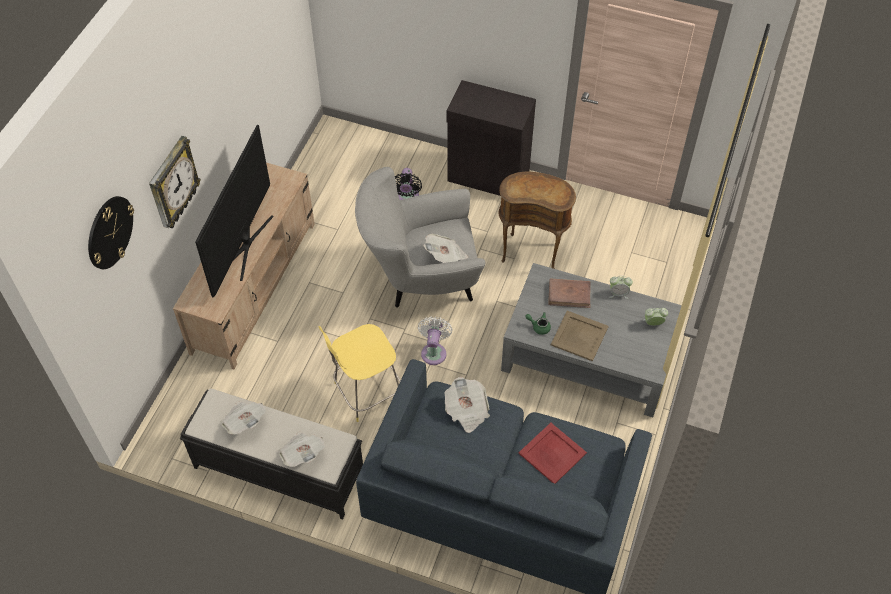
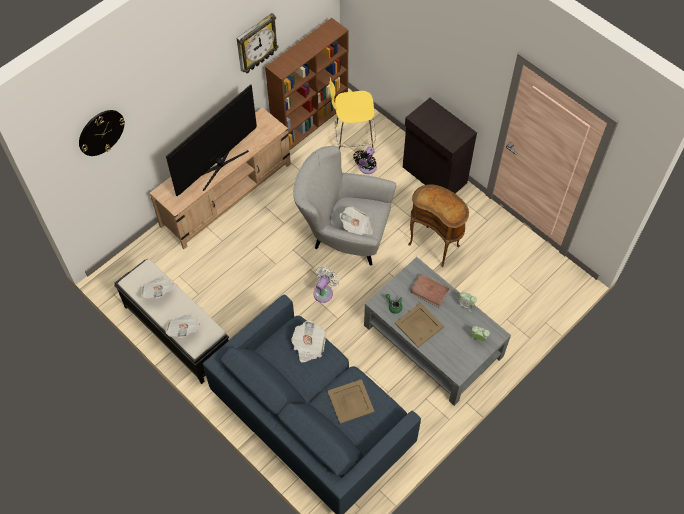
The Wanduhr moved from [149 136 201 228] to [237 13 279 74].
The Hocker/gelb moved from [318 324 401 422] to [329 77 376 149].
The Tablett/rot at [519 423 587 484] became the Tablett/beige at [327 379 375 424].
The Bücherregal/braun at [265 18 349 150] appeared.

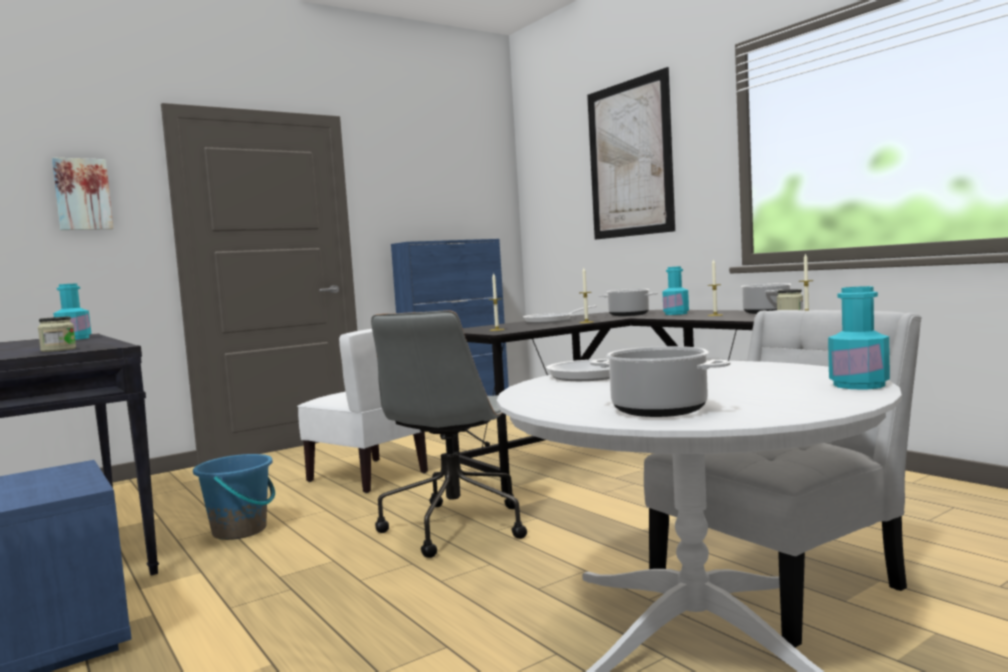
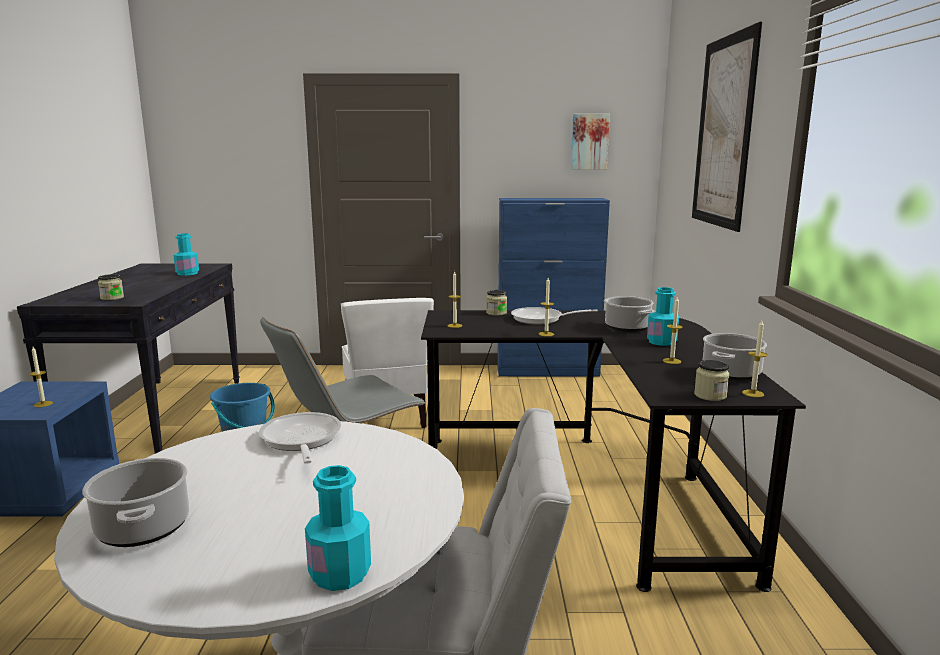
The Bild moved from [52 157 113 230] to [571 114 610 170].
The Kerze at [29 347 53 407] appeared.
The Vorratsglas at [486 290 507 316] appeared.

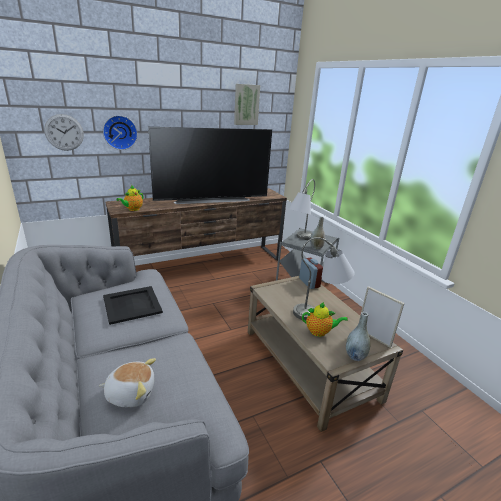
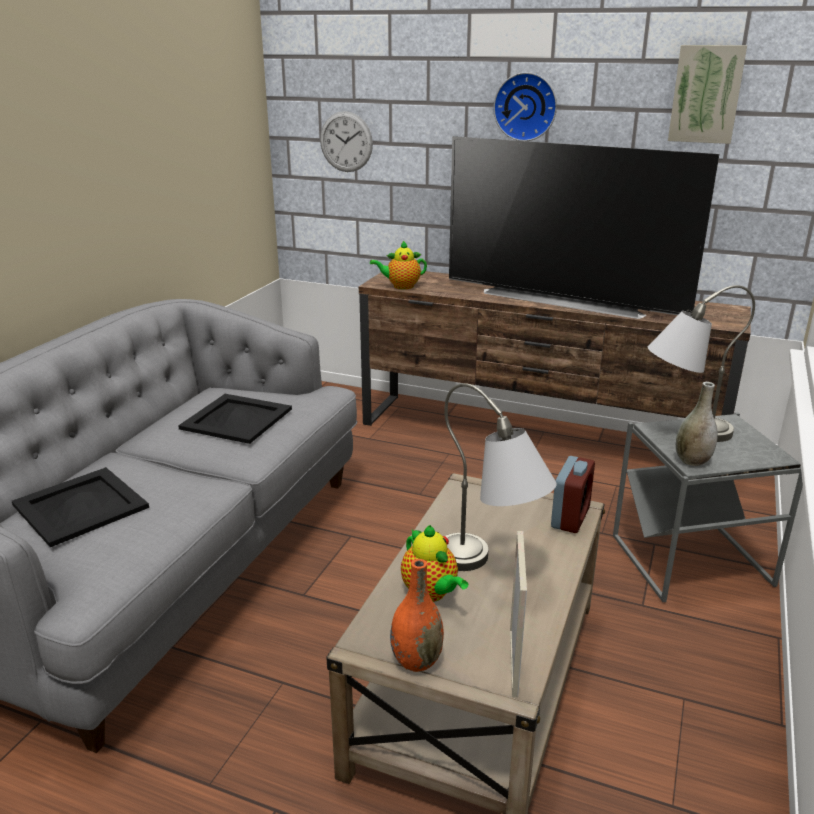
The Plüschtier at [99 358 156 407] was replaced by the Tablett/schwarz at [12 467 149 547].
The Wanduhr moved from [103 115 138 150] to [493 72 557 141].
The Vase/grau at [346 312 371 361] became the Vase/orange at [390 559 444 672].

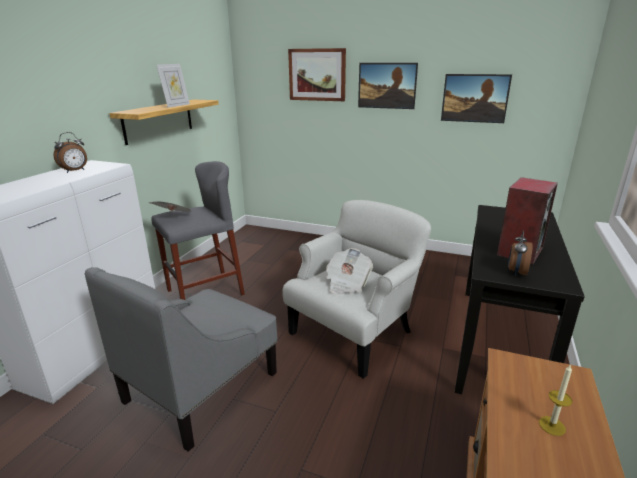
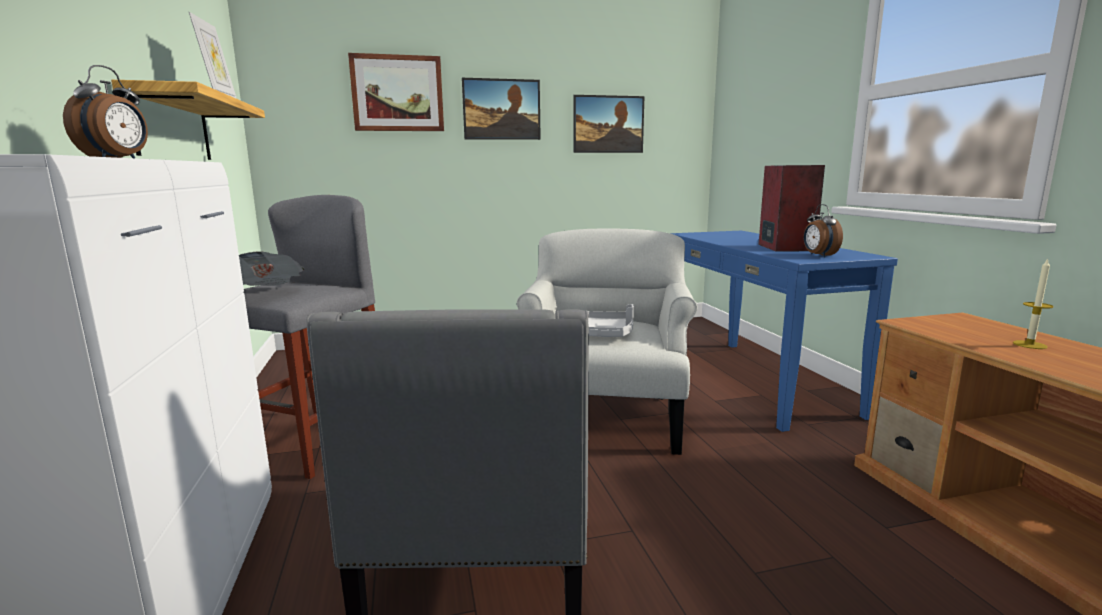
The Zeitung at [326 248 373 294] was replaced by the Tablett/grau at [588 304 634 337].
The Konsolentisch/schwarz at [455 205 585 394] became the Konsolentisch/blau at [670 231 898 432].

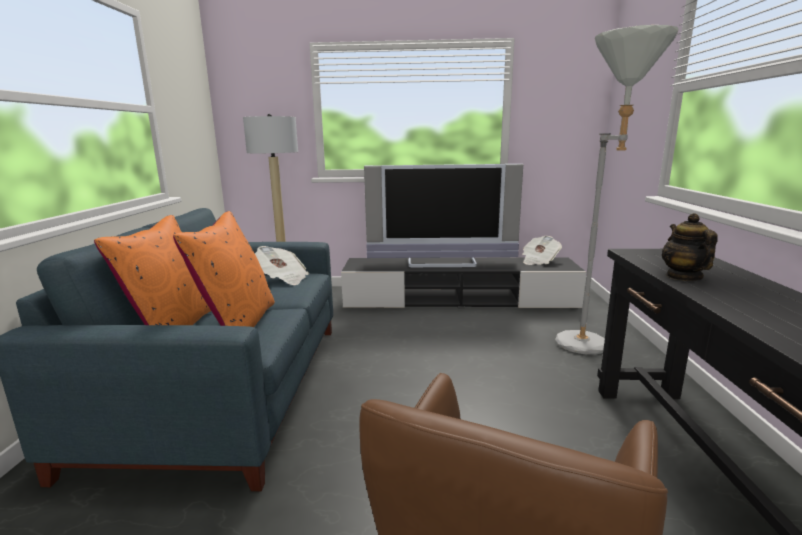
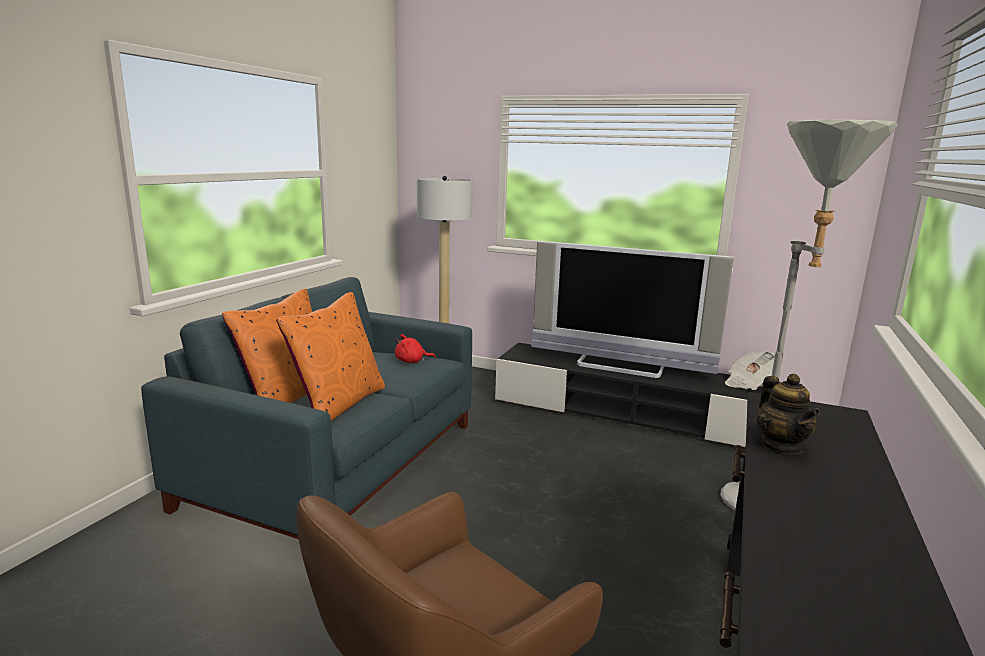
The Zeitung at [255 246 309 285] was replaced by the Plüschtier/rot at [395 334 436 363].
The Teekanne at [662 213 718 281] turned 150 degrees clockwise.

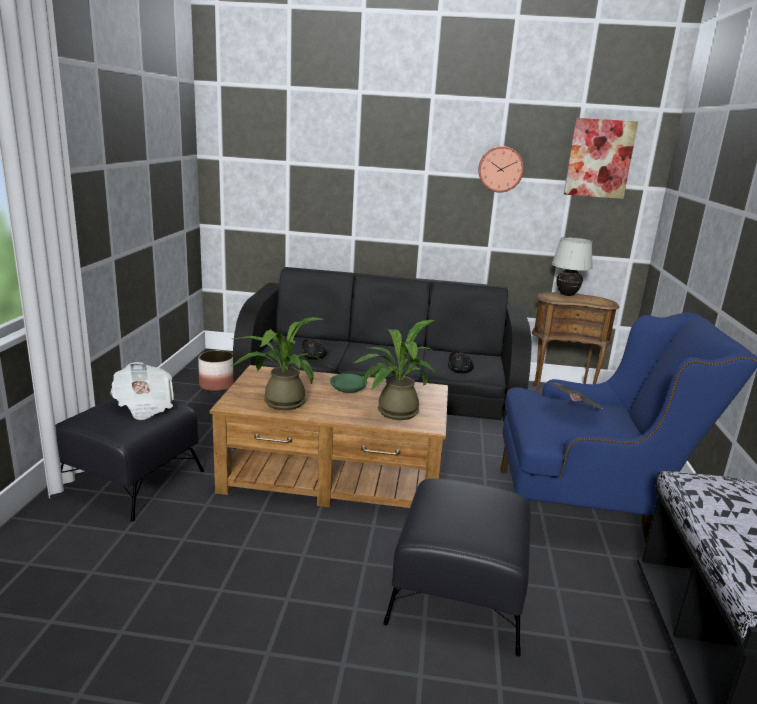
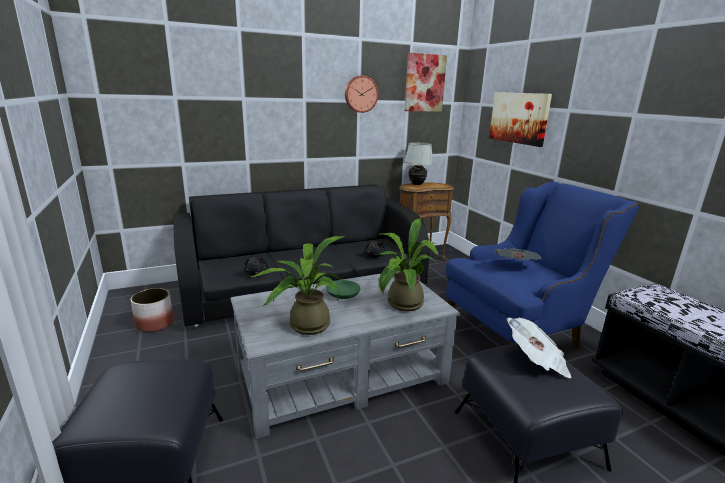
The Zeitung moved from [110 362 174 420] to [507 317 572 378].
The Couchtisch/braun at [210 365 448 508] became the Couchtisch/grau at [231 270 460 439].
The Bild at [489 92 552 147] appeared.

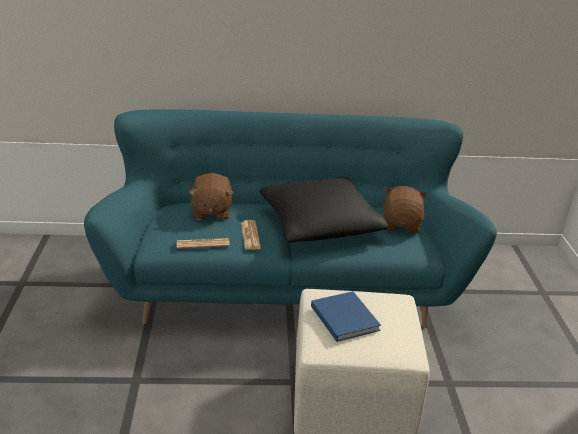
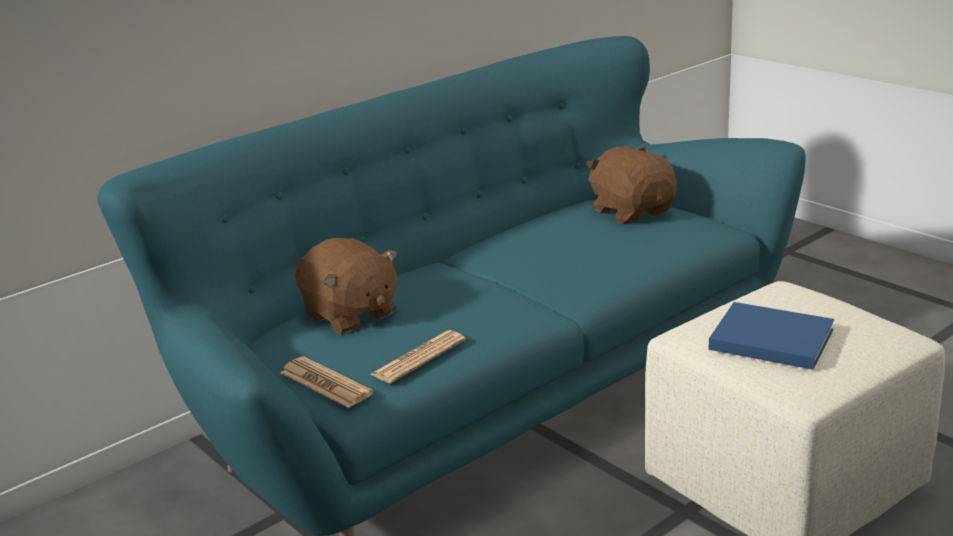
The Zeitung moved from [241 220 261 250] to [281 357 373 408].
The Kissen/schwarz at [259 176 388 243] disappeared.

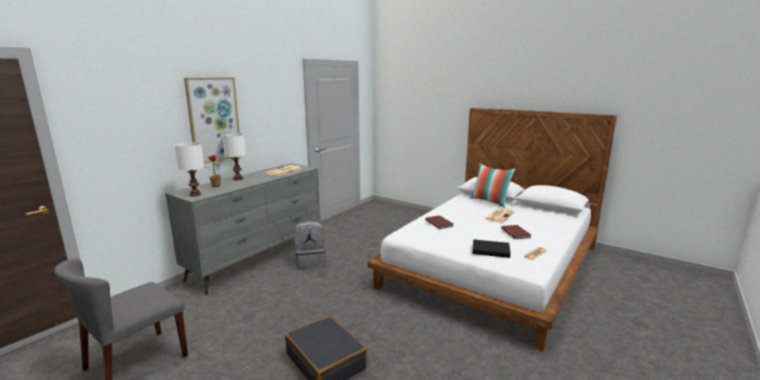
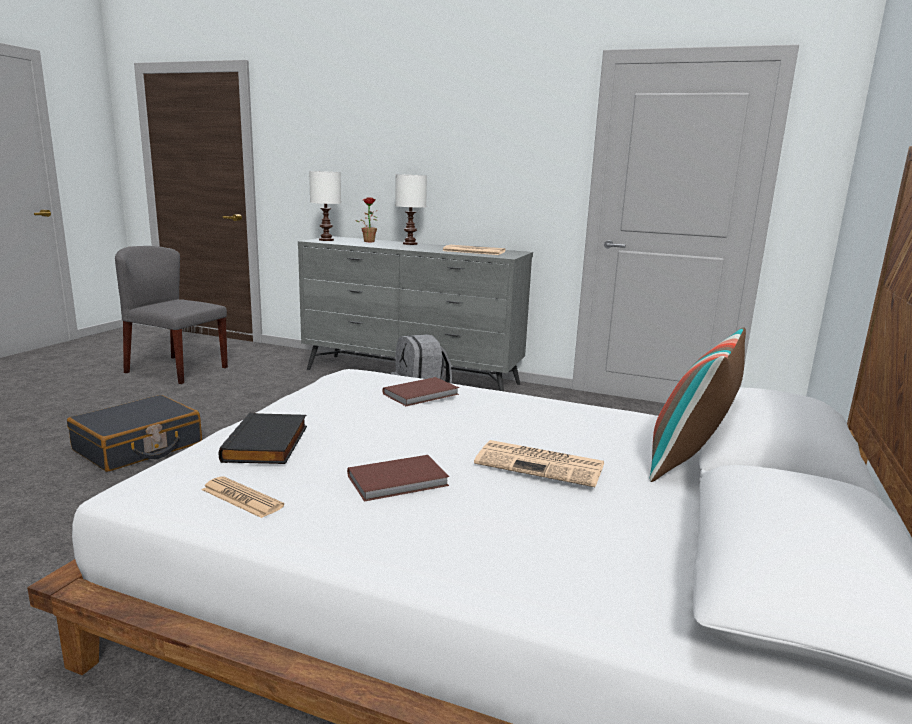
The Bild at [184 77 242 164] disappeared.

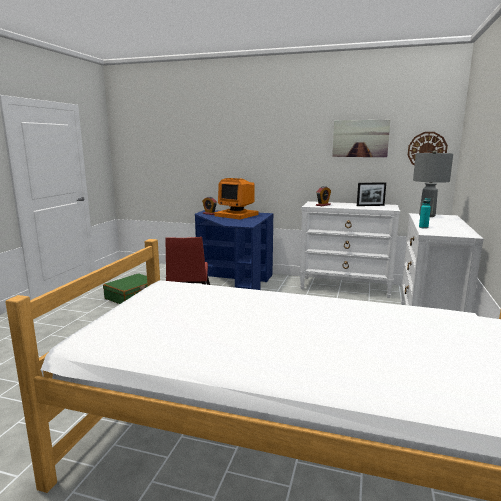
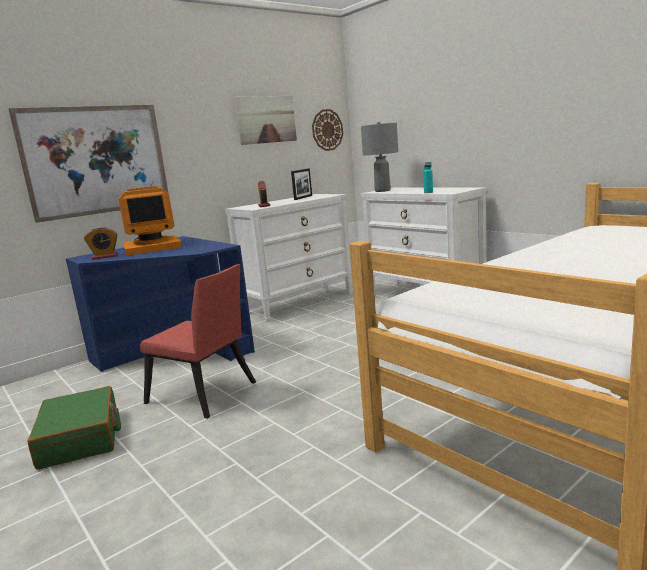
The Bild at [8 105 168 223] appeared.

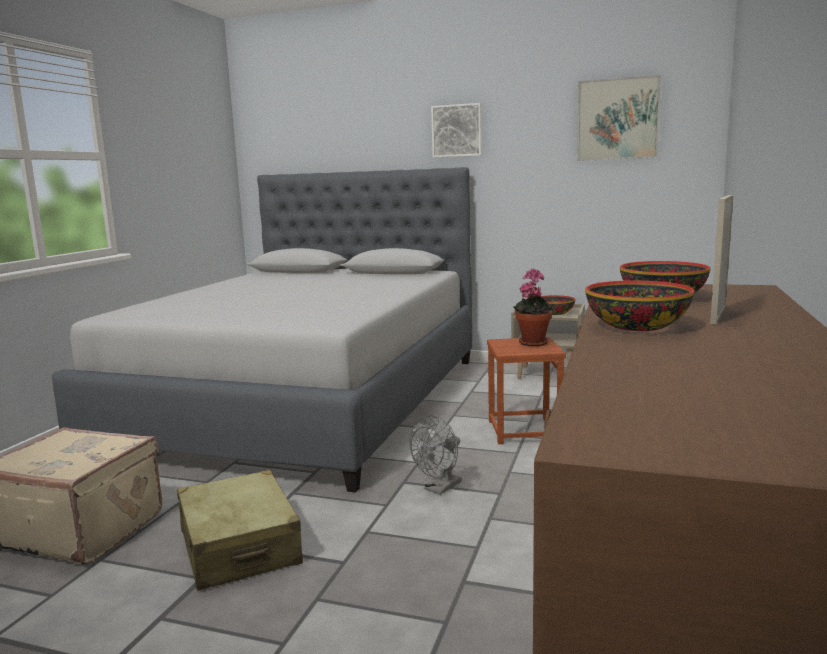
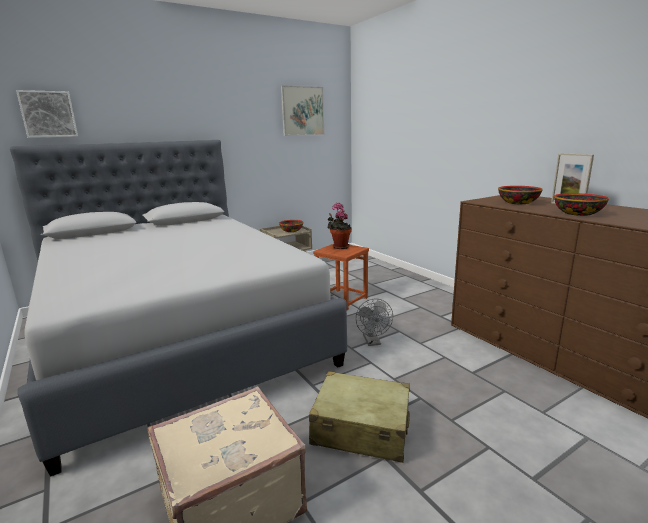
The Bild moved from [431 103 482 158] to [16 90 78 138].

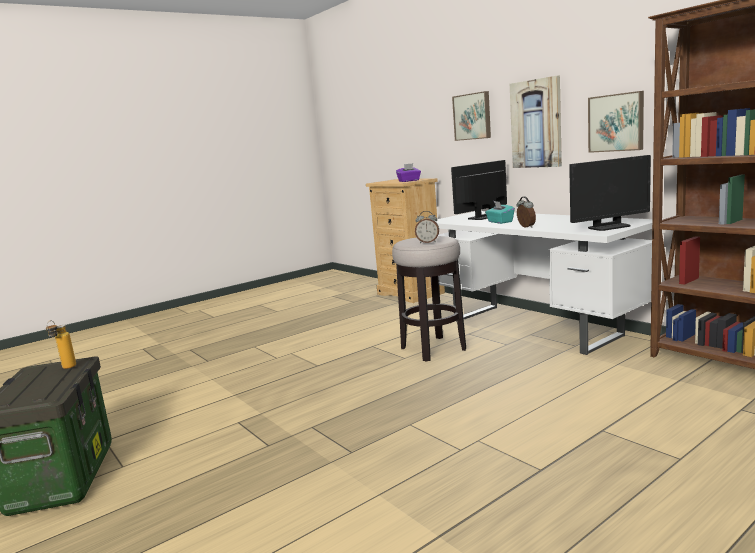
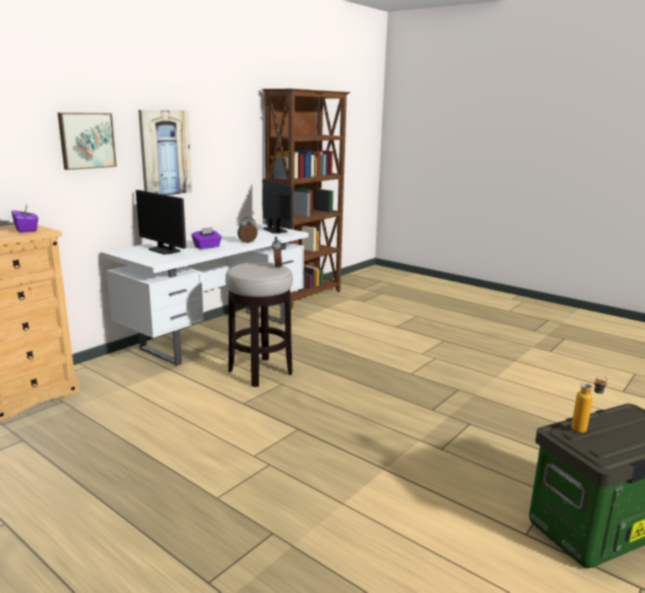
The Taschentuchbox/türkis at [485 201 515 224] became the Taschentuchbox/lila at [191 227 222 249].
The Bild at [588 91 644 153] disappeared.

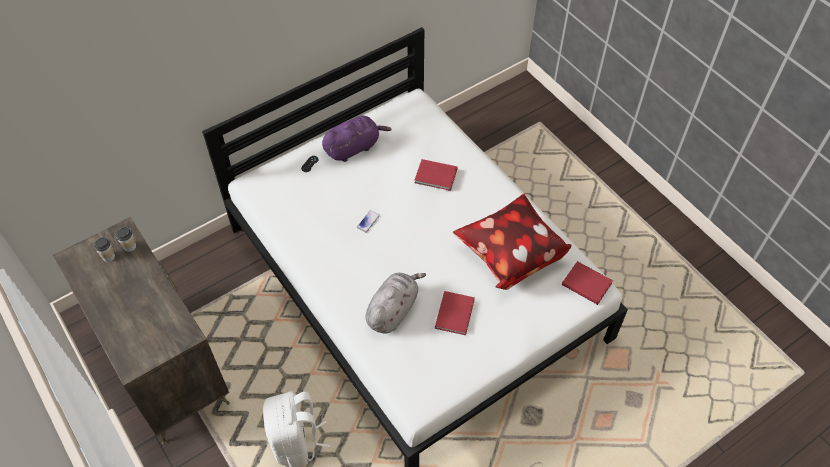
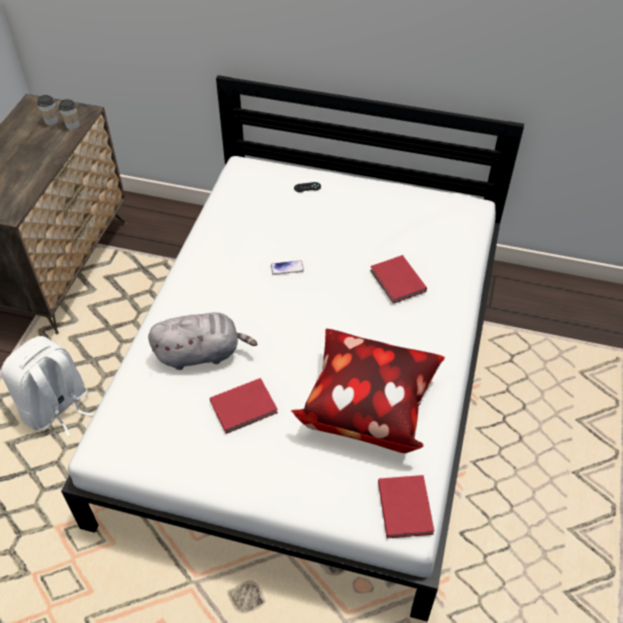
The Plüschtier/lila at [322 116 392 162] disappeared.

